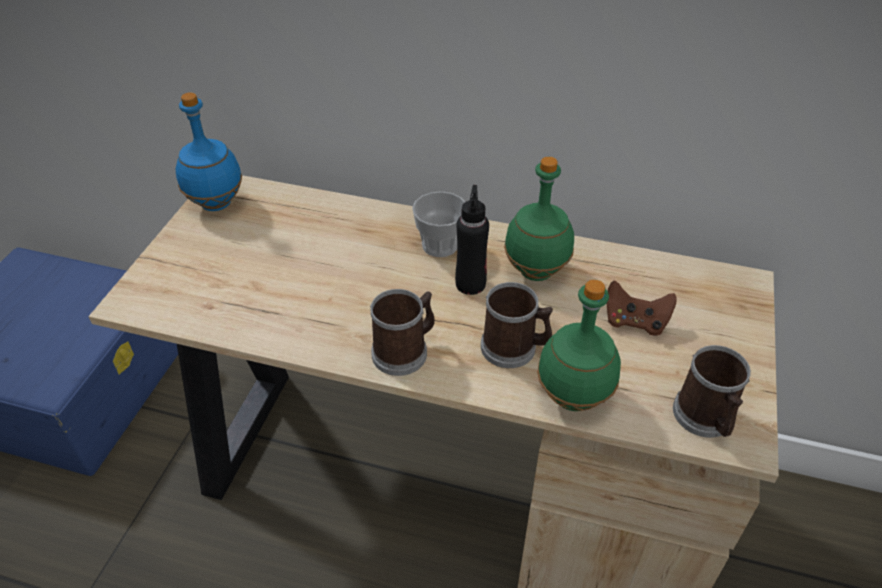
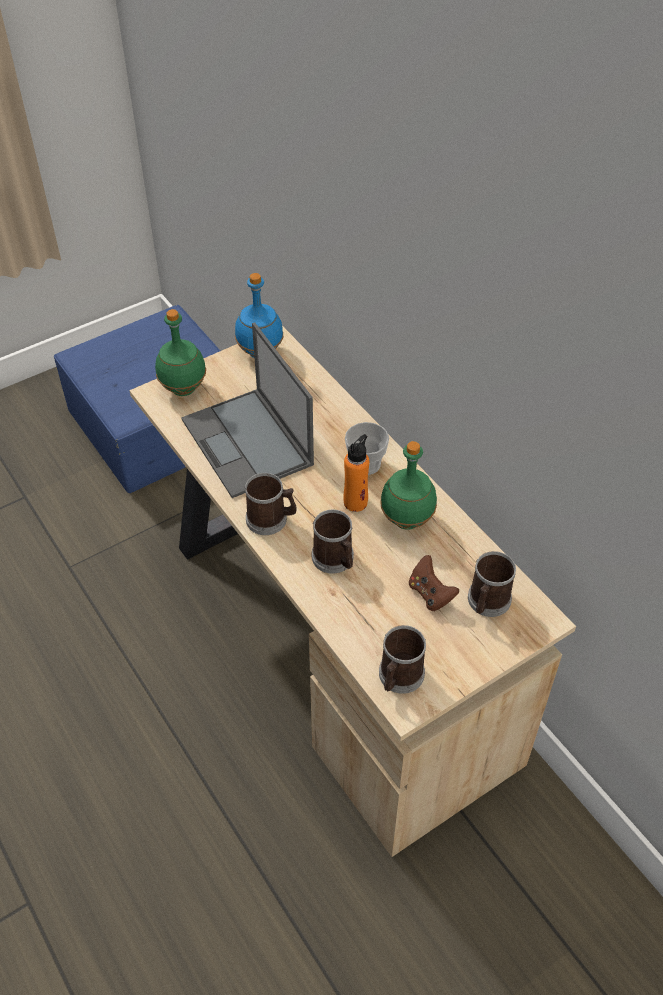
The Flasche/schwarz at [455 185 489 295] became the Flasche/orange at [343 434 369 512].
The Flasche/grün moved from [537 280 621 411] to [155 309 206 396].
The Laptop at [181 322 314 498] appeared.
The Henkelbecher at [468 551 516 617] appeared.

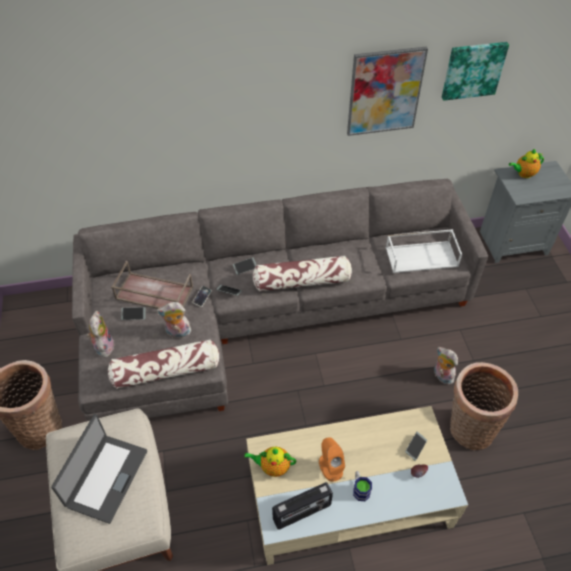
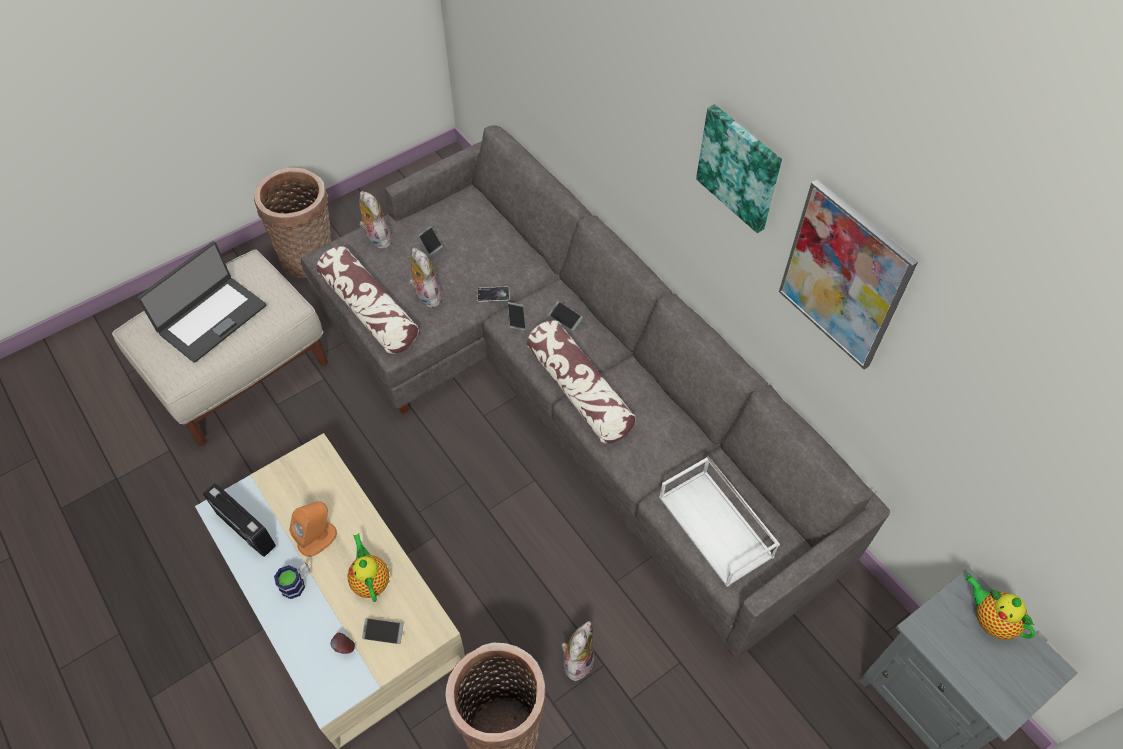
The Laptop at [51 414 147 524] turned 45 degrees counterclockwise.
The Plüschtier at [87 311 115 357] turned 90 degrees counterclockwise.
The Tablett/braun at [111 261 193 309] disappeared.
The Teekanne moved from [244 447 296 477] to [348 533 389 602].
The Bild moved from [442 42 509 101] to [696 104 782 233].

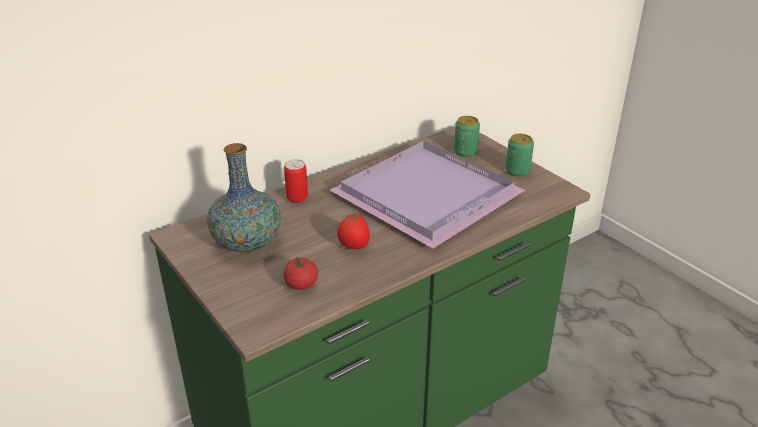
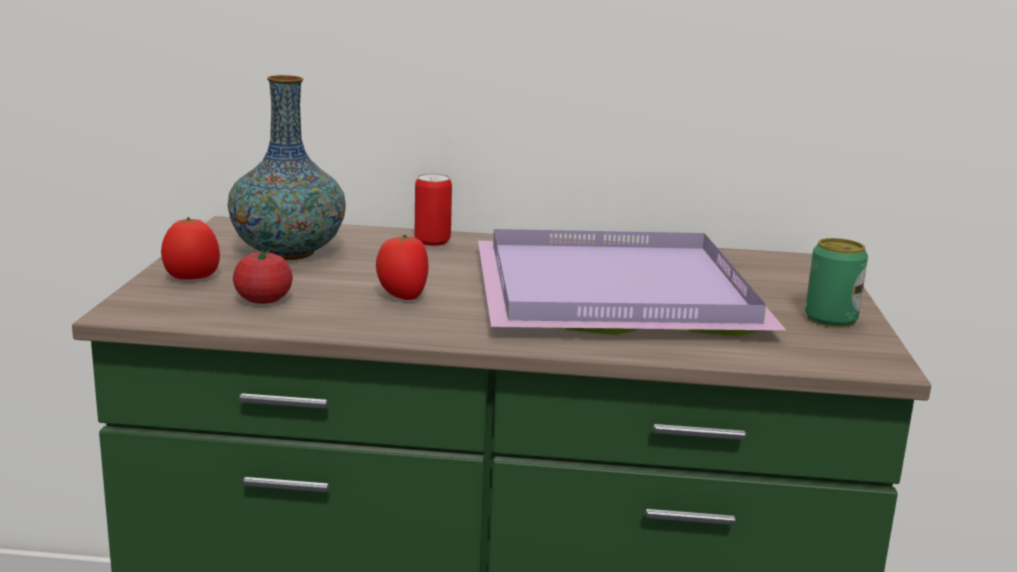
The Dose at [454 116 480 157] disappeared.
The Tomate at [161 217 220 279] appeared.

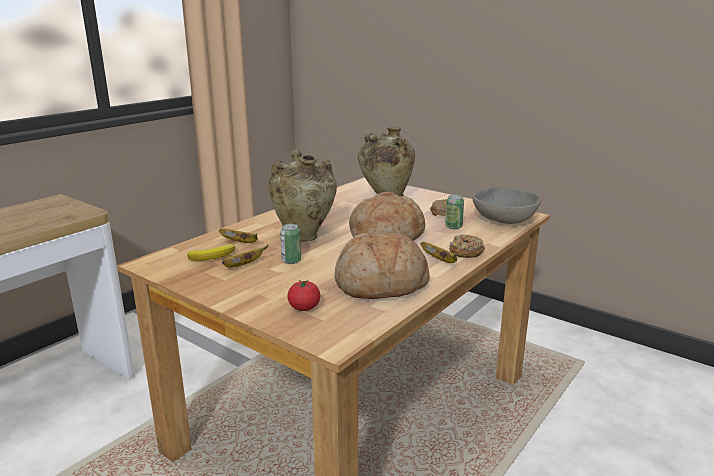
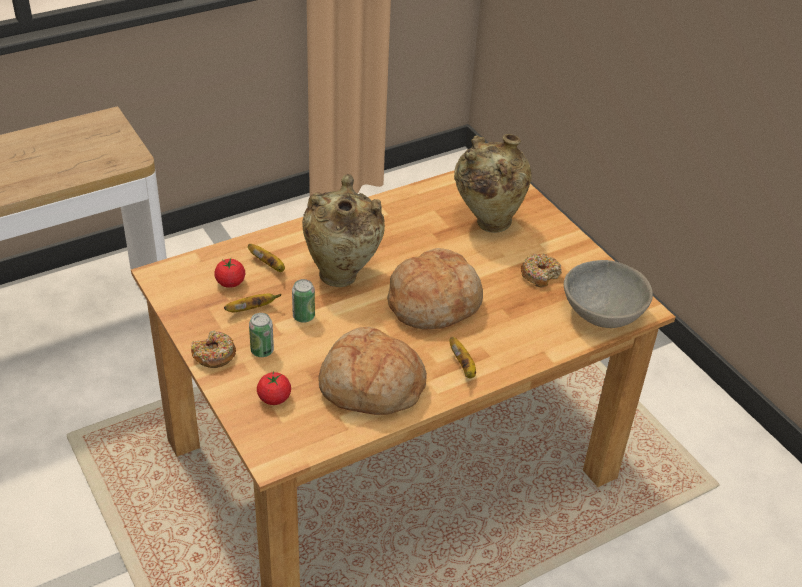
The Banane at [187 244 235 261] was replaced by the Tomate at [214 258 245 288].
The Dose moved from [445 194 464 229] to [249 313 274 357].
The Donut moved from [449 235 485 258] to [191 330 236 368].

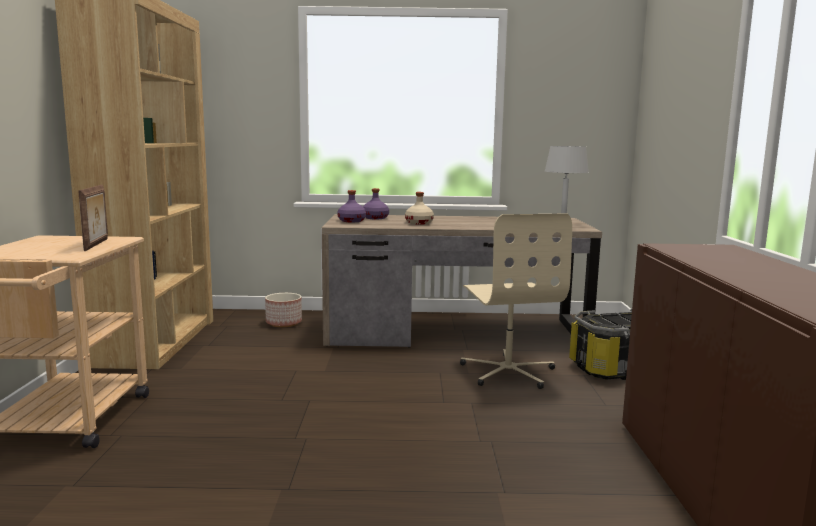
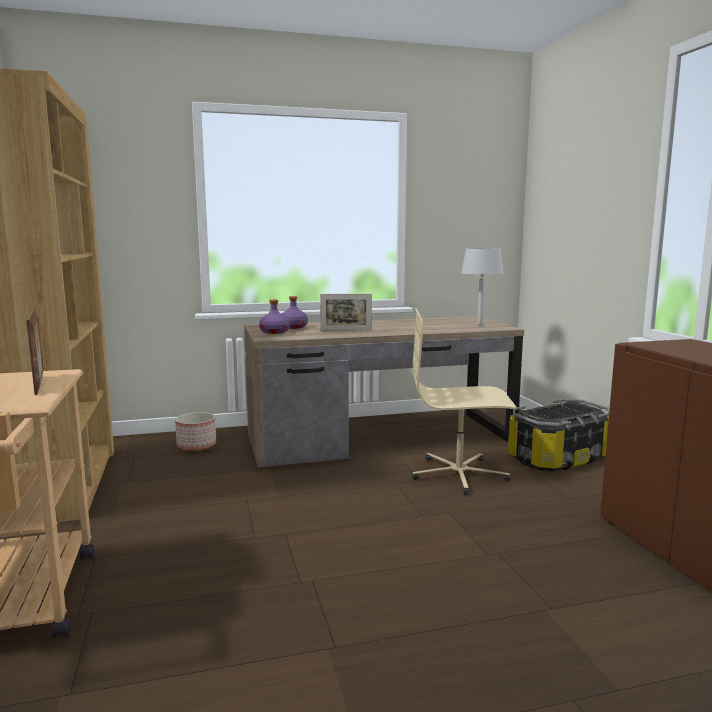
The Flasche/beige at [405 192 434 225] was replaced by the Bilderrahmen at [320 294 372 331].
The Bürostuhl/beige at [460 213 572 389] turned 120 degrees clockwise.

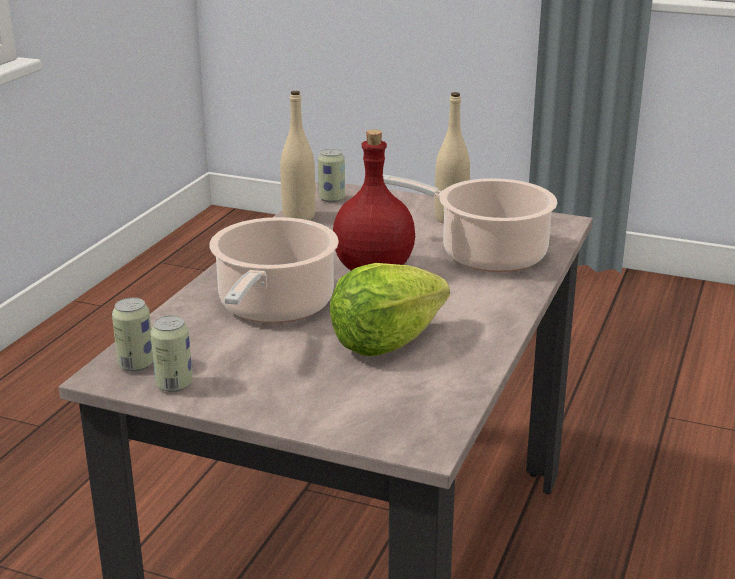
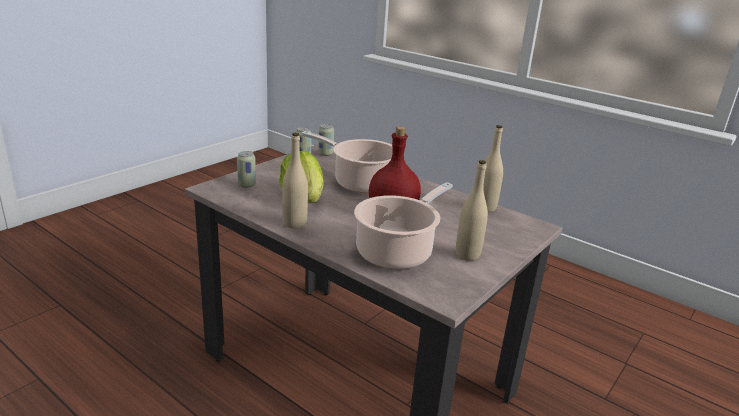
The Dose moved from [318 149 345 202] to [237 151 256 187].
The Flasche/beige at [282 133 308 229] appeared.

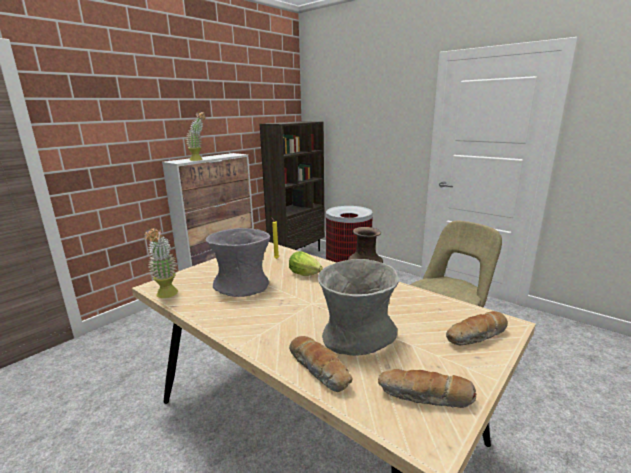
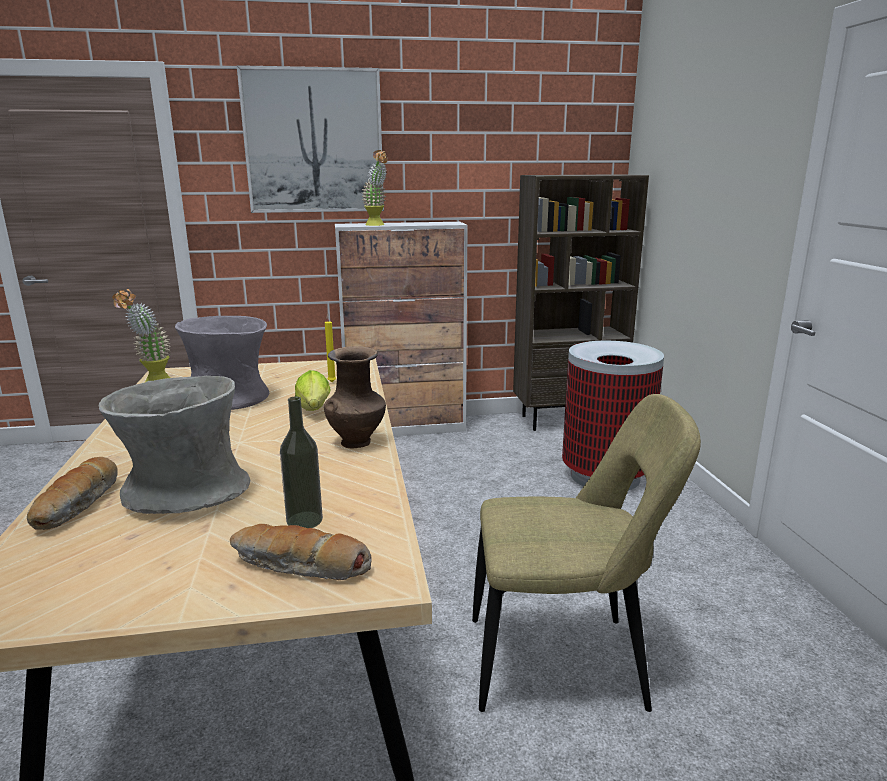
The Brot at [378 369 477 408] disappeared.
The Bild at [237 65 384 213] appeared.
The Flasche at [280 396 323 528] appeared.

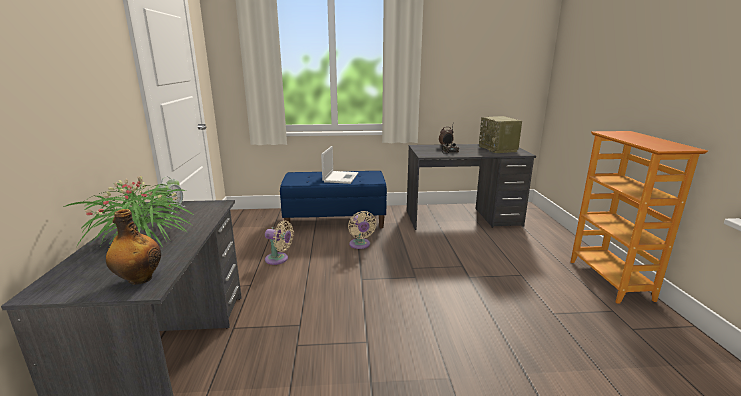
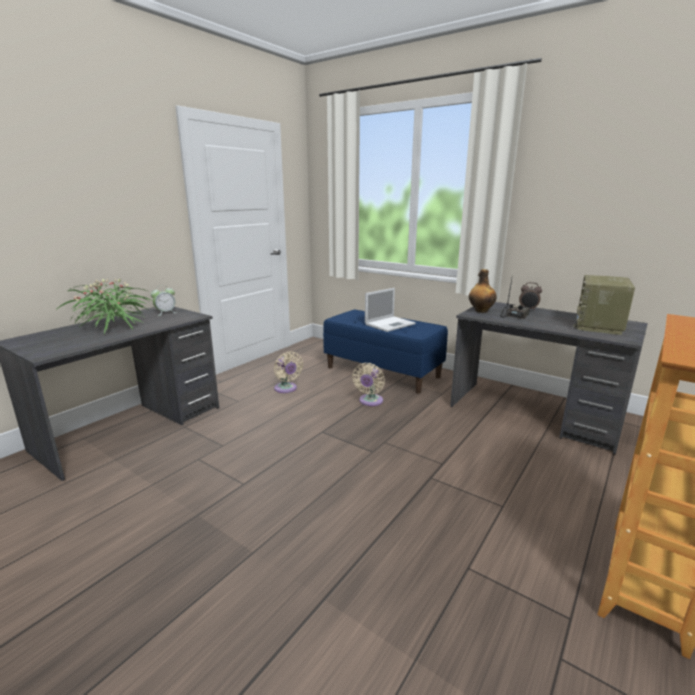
The Flasche moved from [106 209 161 285] to [469 269 496 313].

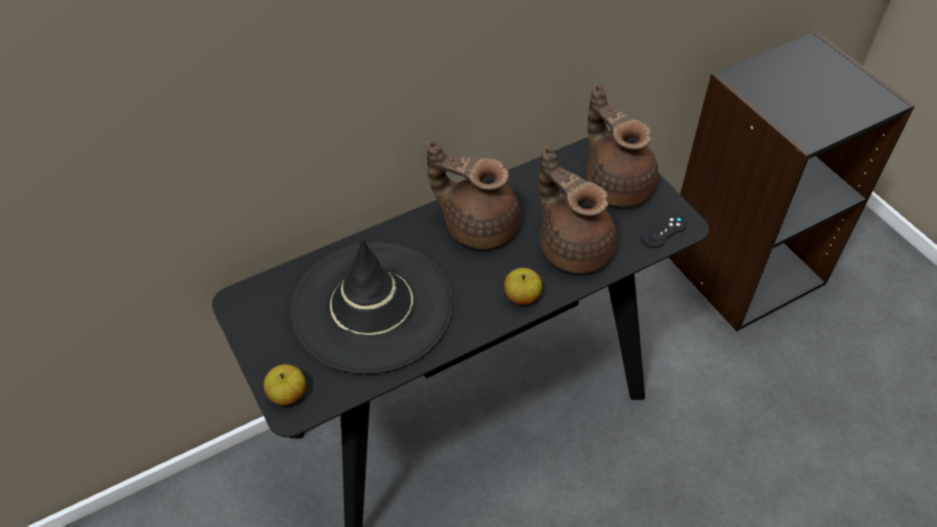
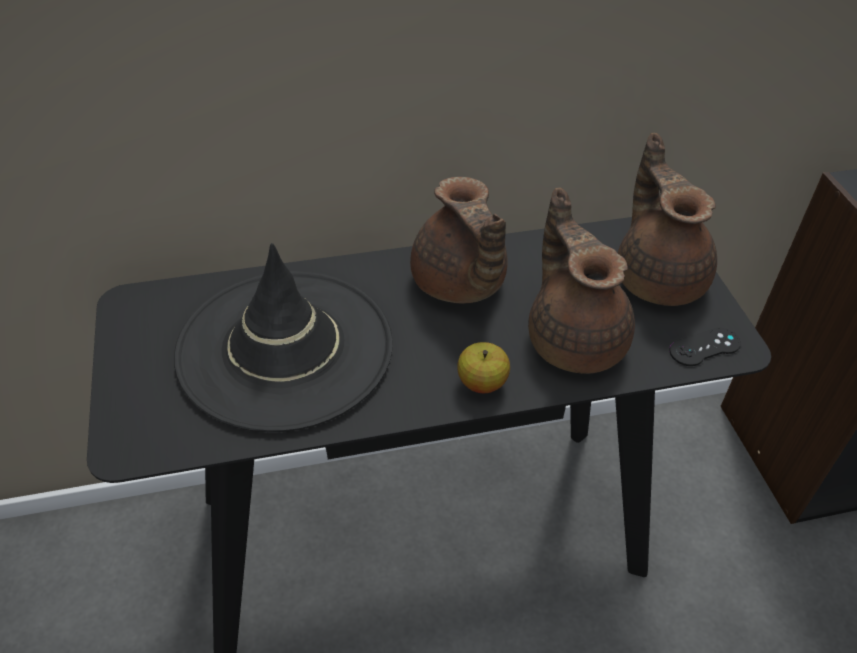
The Apfel at [264 364 306 405] disappeared.
The Teekanne/braun at [427 140 520 249] turned 150 degrees counterclockwise.

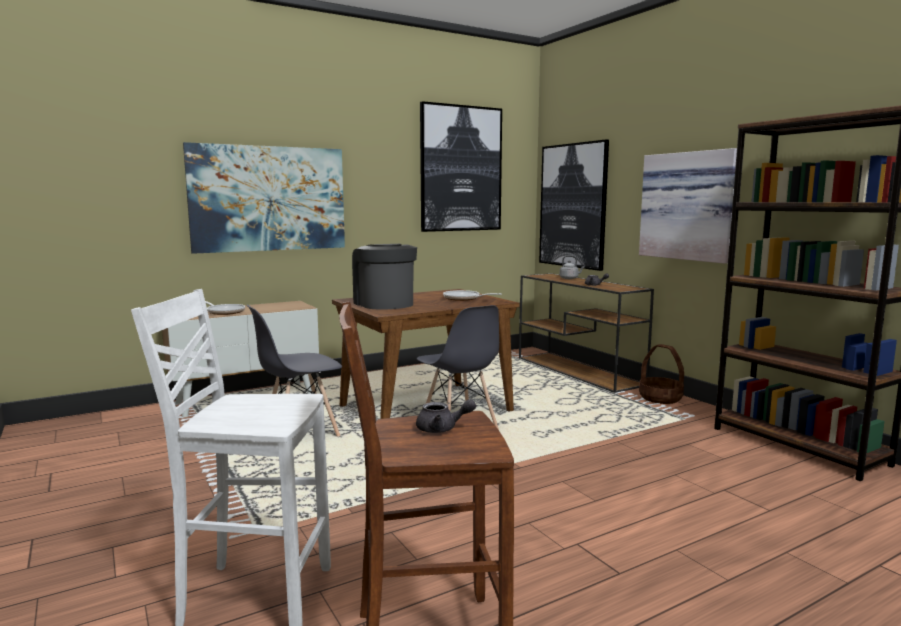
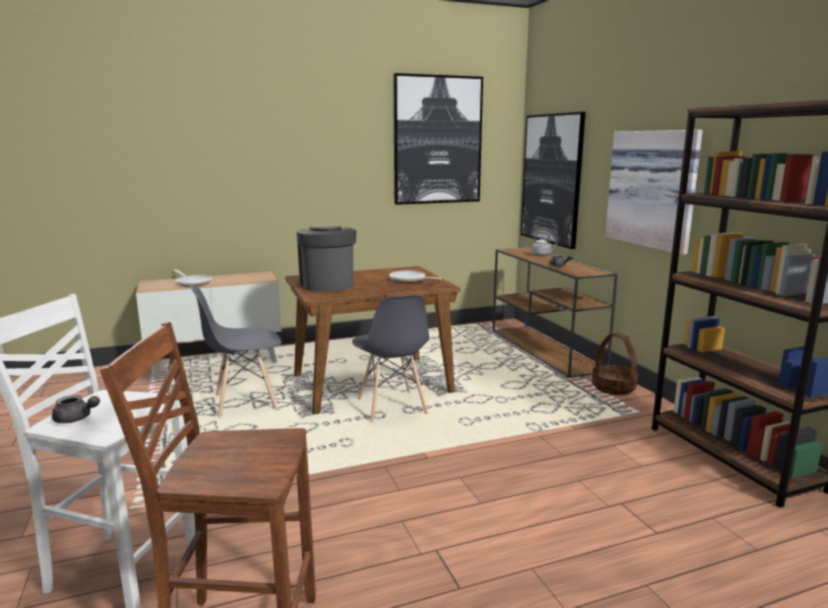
The Bild at [183 142 345 254] disappeared.
The Teekanne/grau moved from [416 399 476 433] to [52 395 100 423].

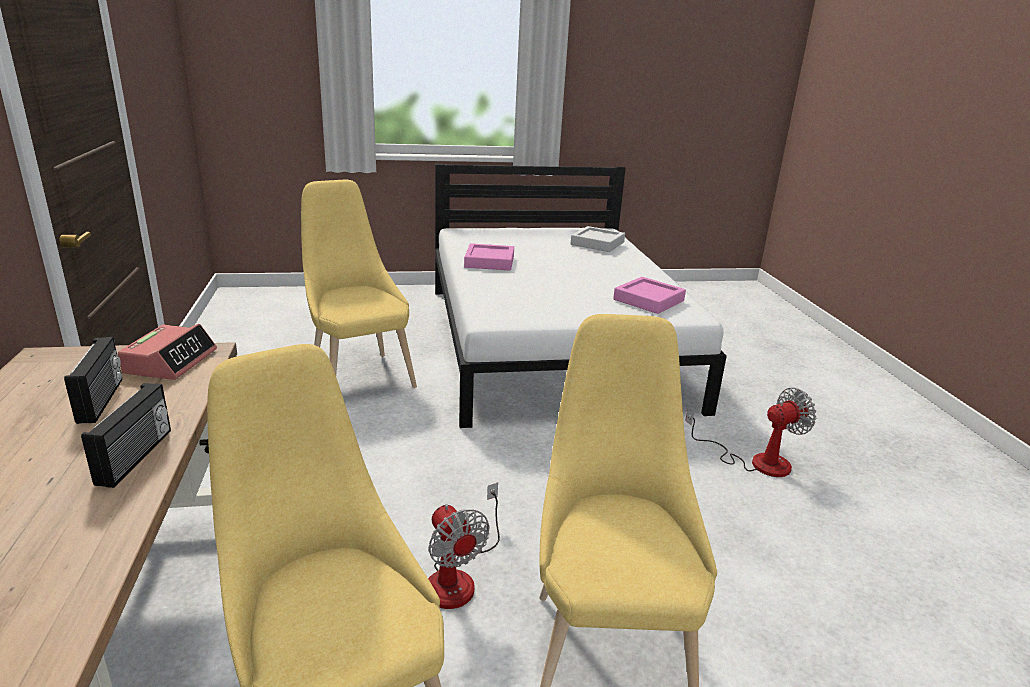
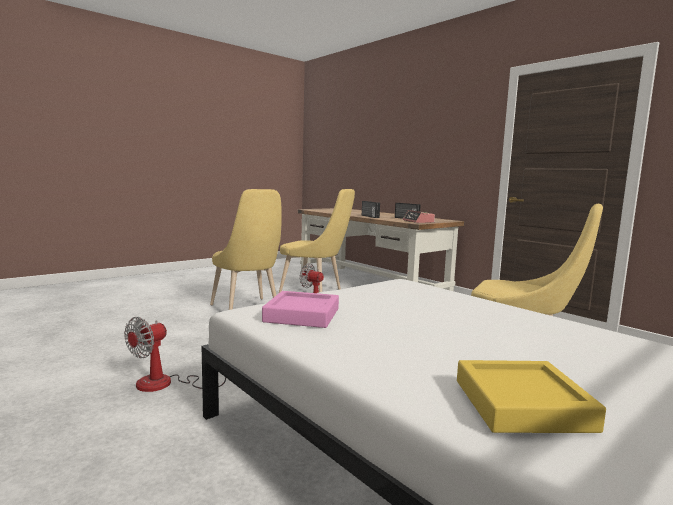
The Tablett/rosa at [464 243 514 270] disappeared.
The Tablett/grau at [571 226 625 252] became the Tablett/gelb at [457 360 606 433].

